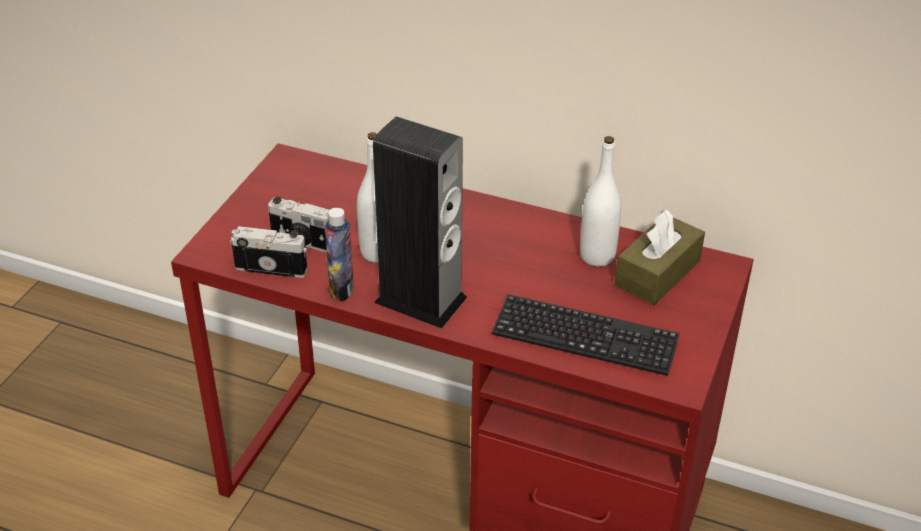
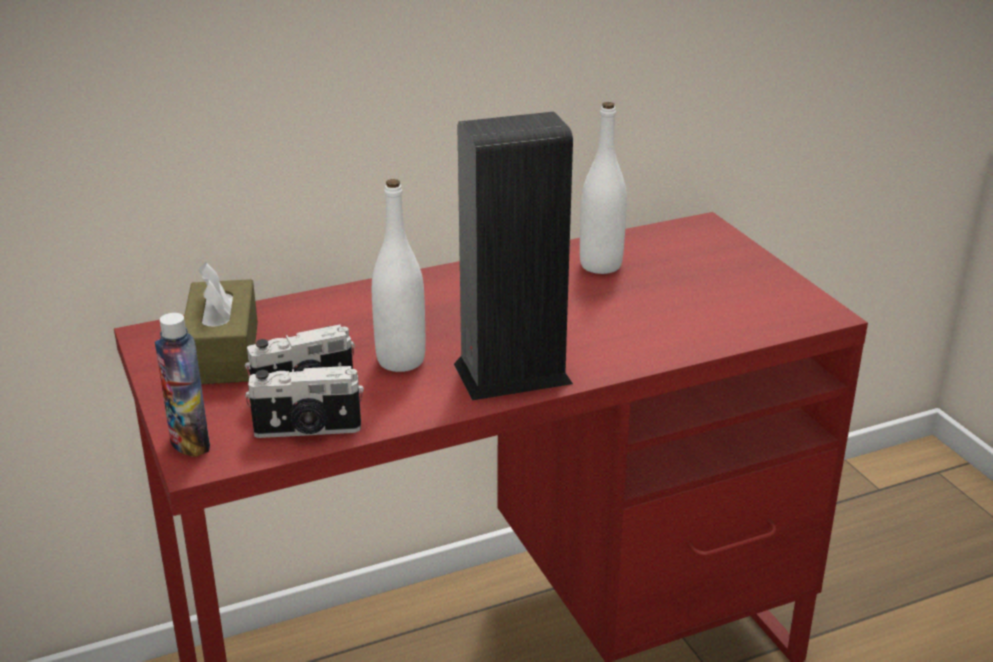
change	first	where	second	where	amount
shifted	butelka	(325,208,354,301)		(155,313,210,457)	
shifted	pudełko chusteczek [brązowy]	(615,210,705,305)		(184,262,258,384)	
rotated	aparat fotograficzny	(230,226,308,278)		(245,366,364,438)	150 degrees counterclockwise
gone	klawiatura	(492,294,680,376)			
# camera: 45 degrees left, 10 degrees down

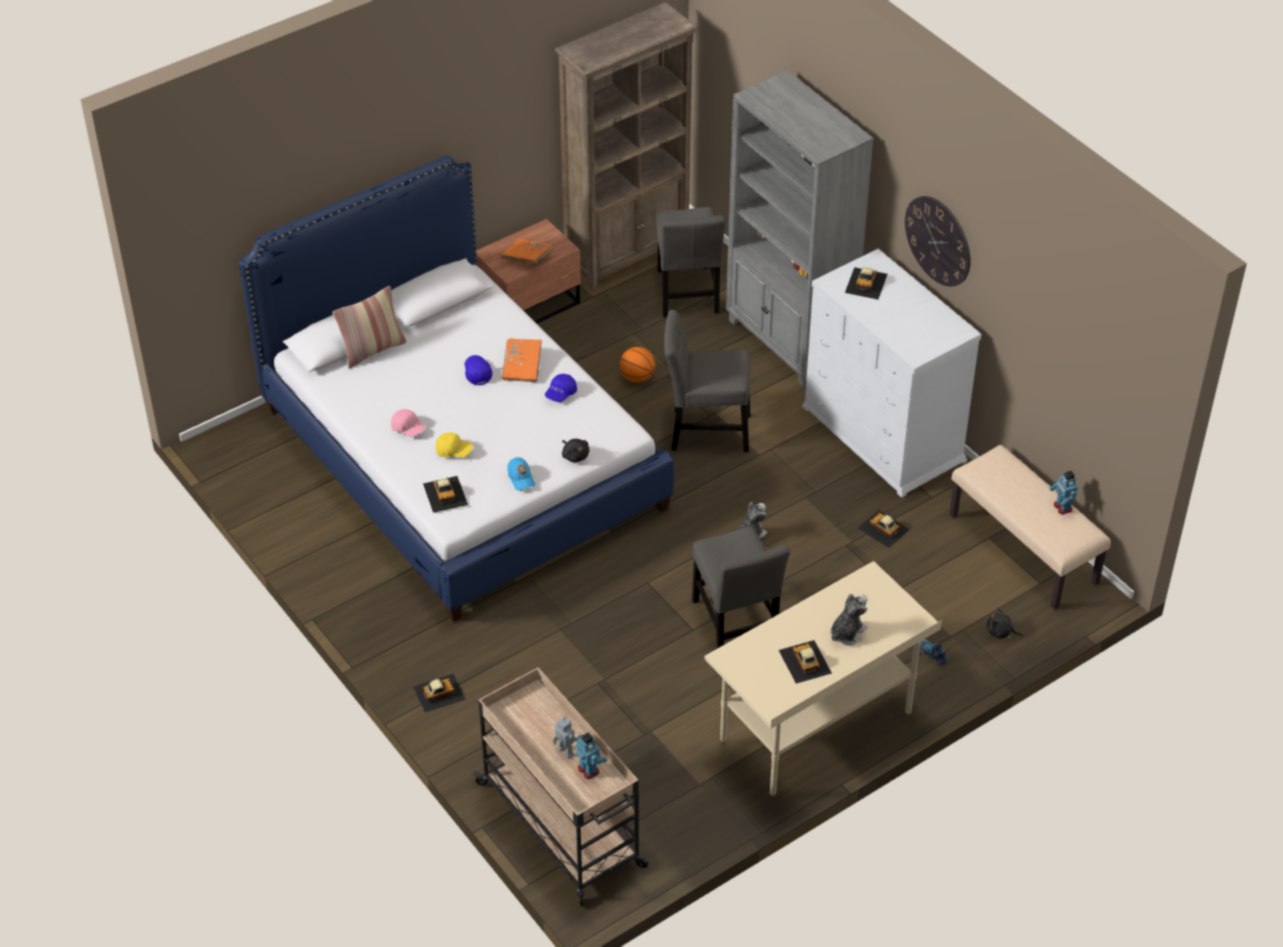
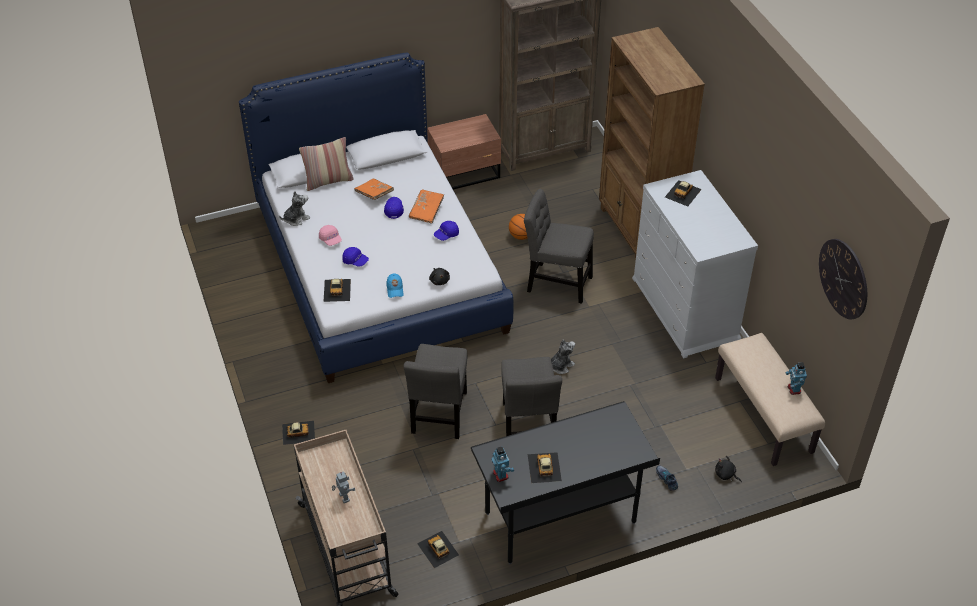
change	first	where	second	where	amount
repainted	regał [szary]	(726,70,874,389)	regał [brązowy]	(599,27,705,260)	
shifted	zegar ścienny	(905,196,970,287)		(819,239,867,319)	
shifted	krzesło [szary]	(656,207,725,317)		(404,344,467,439)	
shifted	książka [pomarańczowy]	(500,239,554,265)		(354,179,394,200)	
repainted	czapka z daszkiem [żółty]	(436,433,473,457)	czapka z daszkiem [niebieski]	(342,247,369,267)	
shifted	samochodzik	(858,510,910,548)		(417,531,459,568)	
repainted	biurko [beżowy]	(704,561,942,797)	biurko [czarny]	(471,401,660,564)	
shifted	pluszak	(830,594,868,645)		(279,191,310,226)	
shifted	robot zabawkowy	(576,733,607,779)		(491,446,514,482)	
# camera: 15 degrees right, 0 degrees up

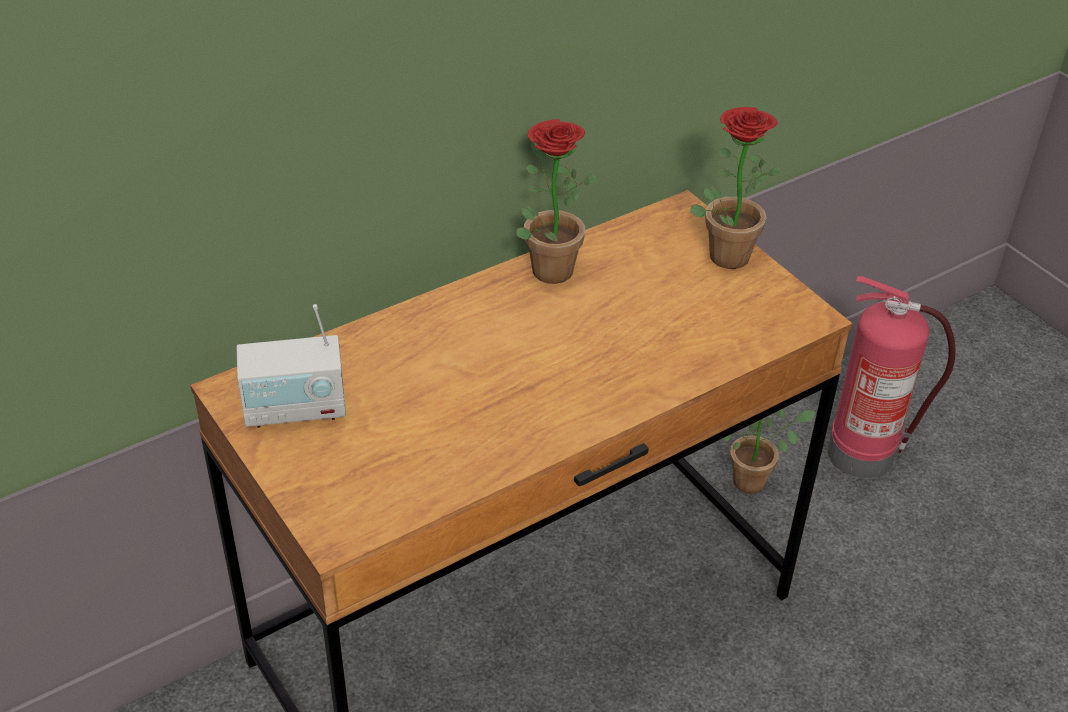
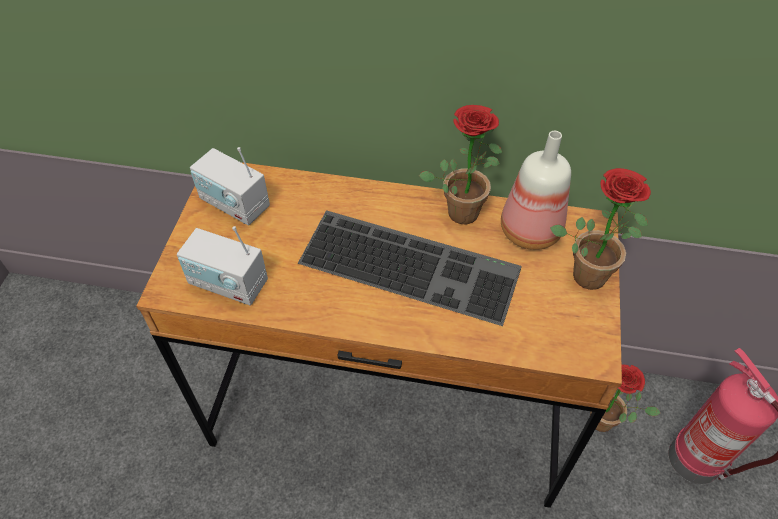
change	first	where	second	where	amount
new			butelka	(501,131,571,250)	
new			klawiatura	(298,210,522,326)	
new			radio	(177,226,268,305)	
# camera: 45 degrees right, 10 degrees up

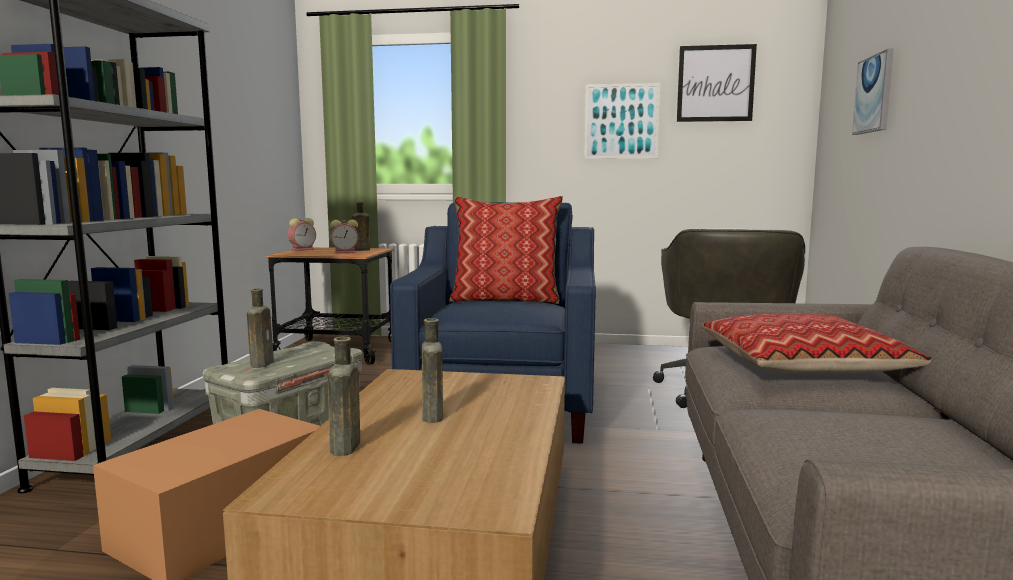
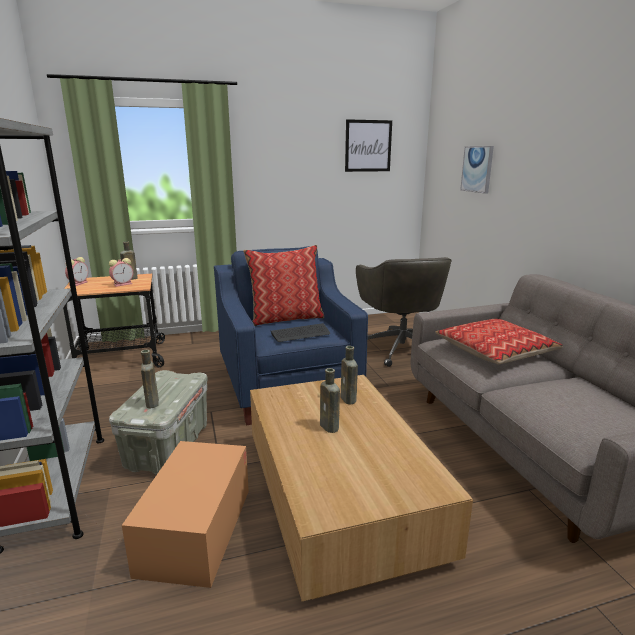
change	first	where	second	where	amount
gone	obraz	(584,83,661,159)			
shifted	butelka [brązowy]	(328,337,360,456)		(341,346,358,404)	
new			klawiatura	(271,323,330,342)	
# camera: 25 degrees left, 10 degrees up

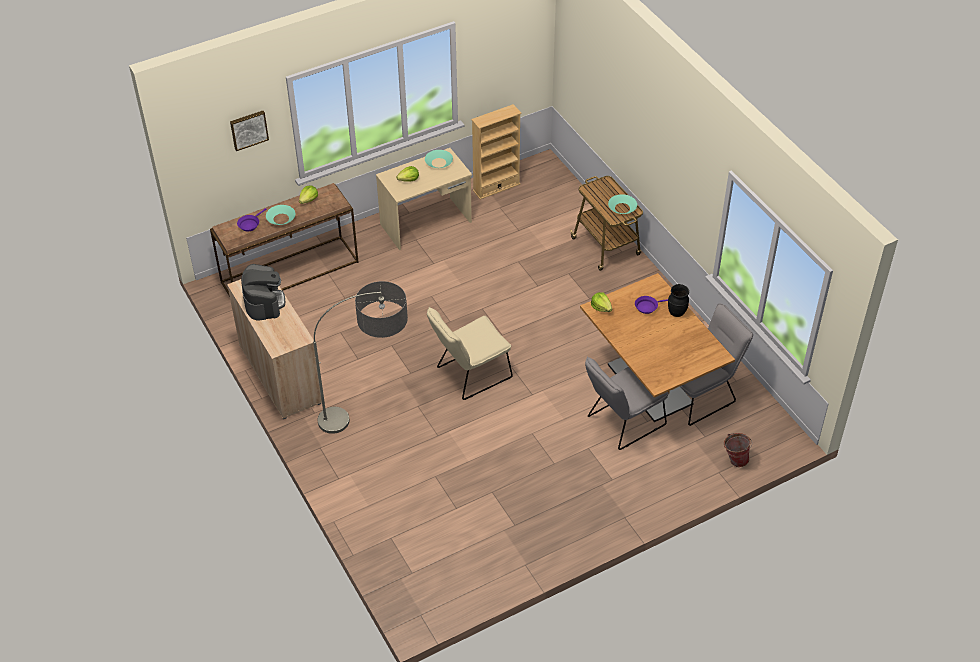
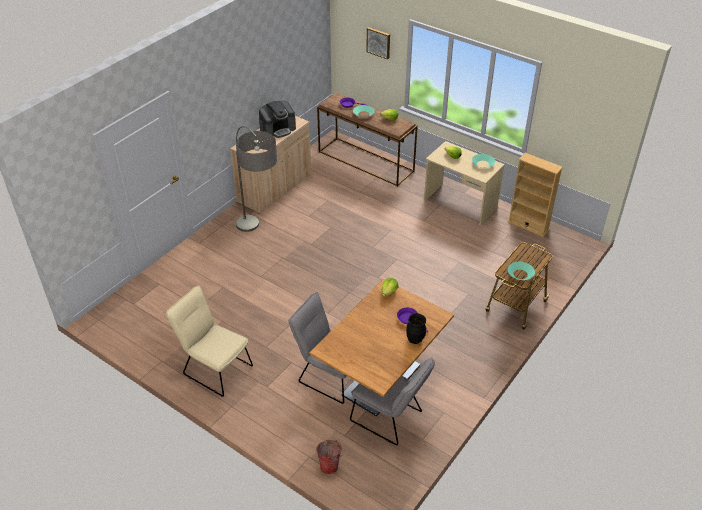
change	first	where	second	where	amount
shifted	krzesło [beżowy]	(427,307,513,400)		(166,286,253,397)	
# camera: 65 degrees right, 5 degrees down

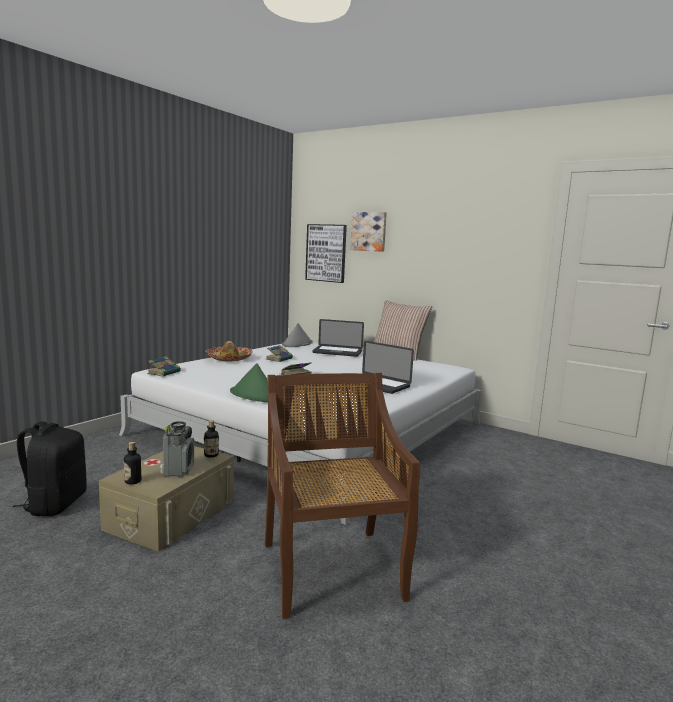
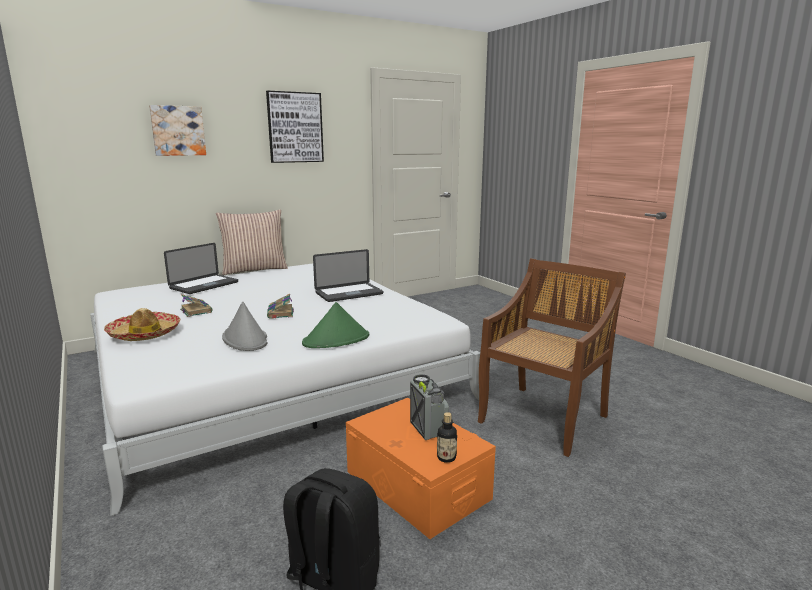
change	first	where	second	where	amount
shifted	obraz	(305,224,347,283)		(266,91,324,163)	
shifted	kapelusz [szary]	(282,323,313,347)		(222,302,268,351)	
gone	książka	(147,356,181,377)			
rotated	krzesło [brązowy]	(265,373,420,619)		(478,258,626,457)	120 degrees clockwise
gone	butelka	(204,420,219,458)			
rotated	radio	(163,421,194,477)		(410,374,449,440)	45 degrees clockwise
repainted	pojemnik do przechowywania [beżowy]	(99,446,234,552)	pojemnik do przechowywania [pomarańczowy]	(346,398,496,539)	
# camera: 65 degrees left, 5 degrees up

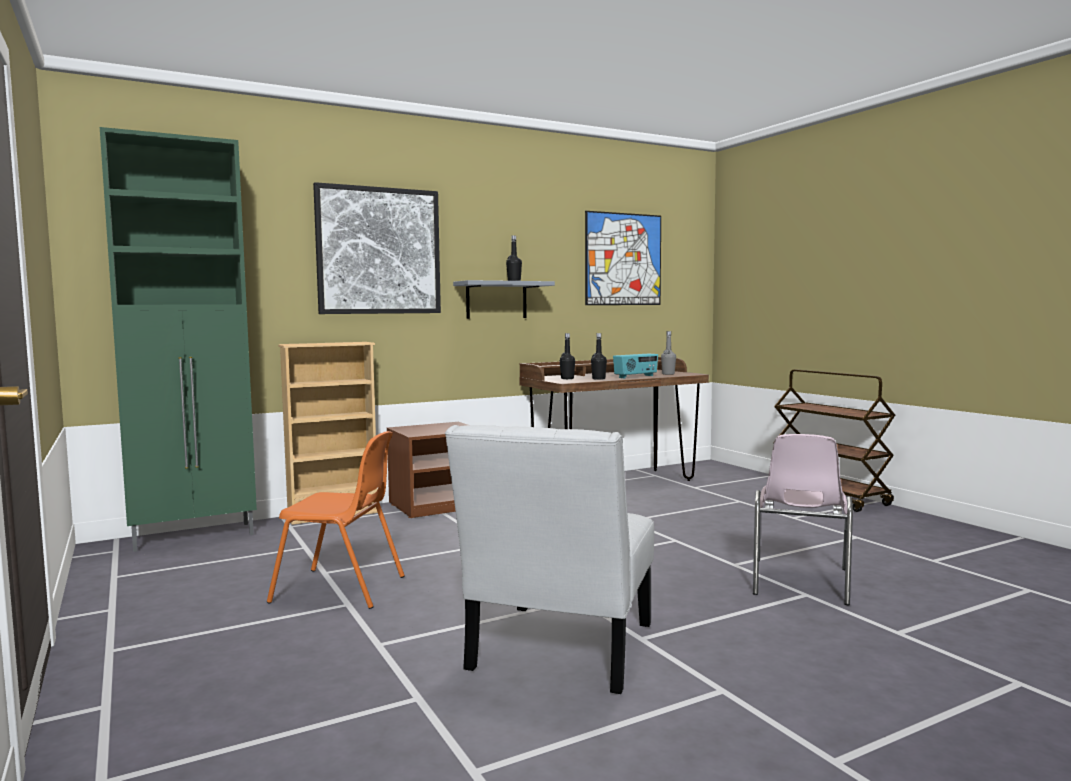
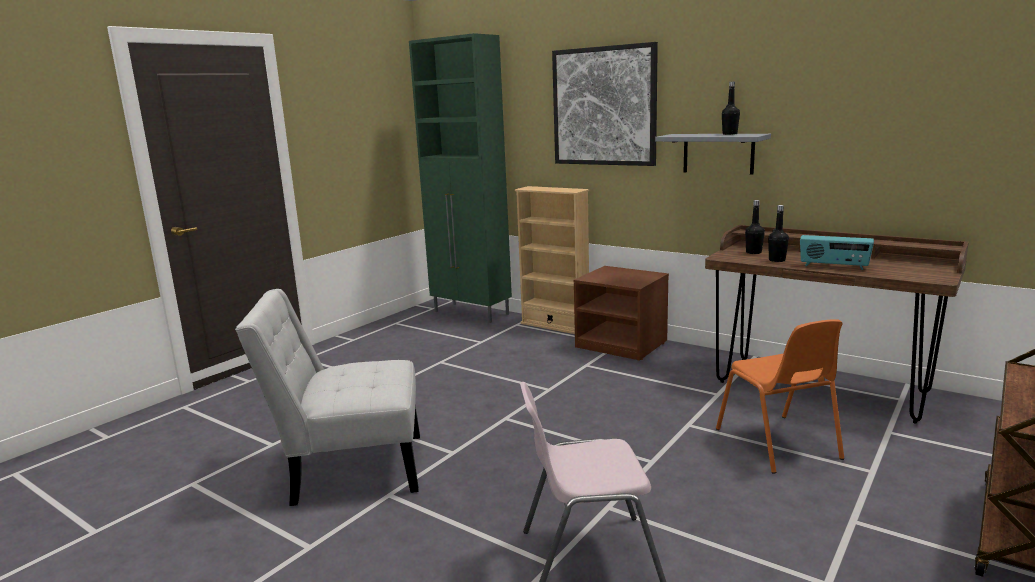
change	first	where	second	where	amount
gone	obraz	(585,211,661,305)			
gone	butelka [szary]	(661,331,676,375)			
shifted	krzesło [pomarańczowy]	(267,431,405,609)		(716,319,844,474)	
# camera: 65 degrees right, 10 degrees up

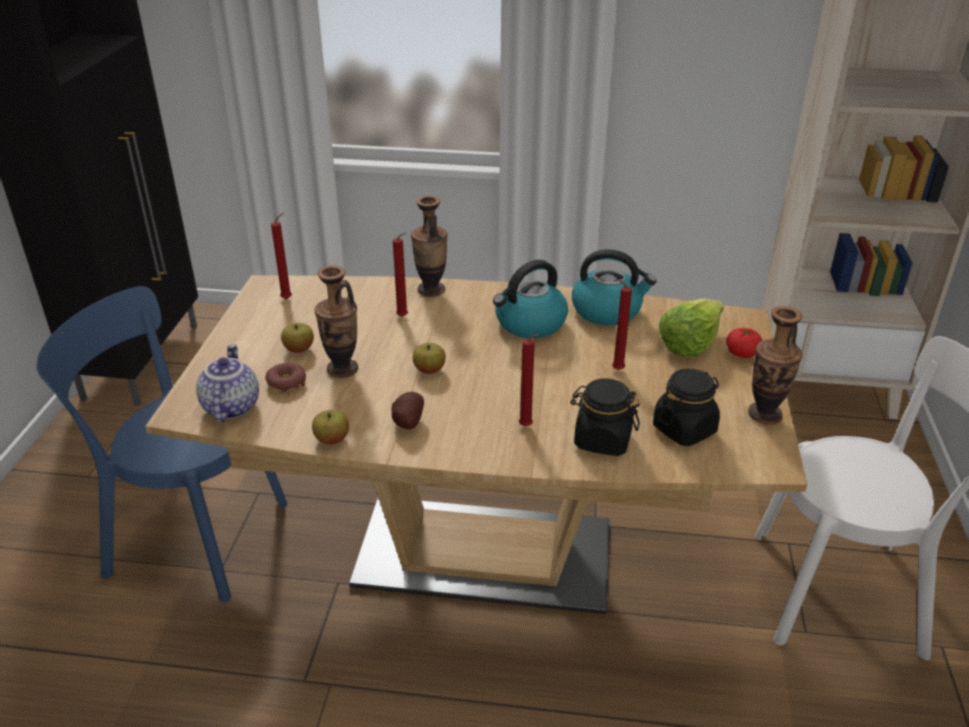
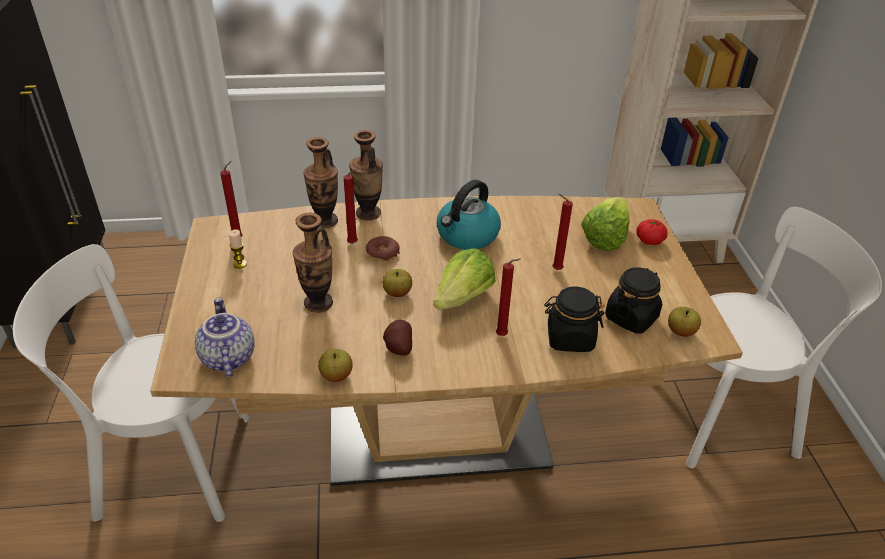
change	first	where	second	where	amount
gone	czajnik	(572,249,657,326)			
repainted	krzesło [niebieski]	(37,286,287,602)	krzesło [biały]	(13,244,249,522)	
shifted	wazon	(748,306,802,424)		(304,137,338,228)	
shifted	jabłko	(281,323,314,353)		(668,307,701,337)	
shifted	donut	(265,363,306,392)		(366,236,400,261)	
new			świeca	(229,229,247,269)	
new			sałata	(433,249,496,310)	
# camera: 15 degrees left, 5 degrees up

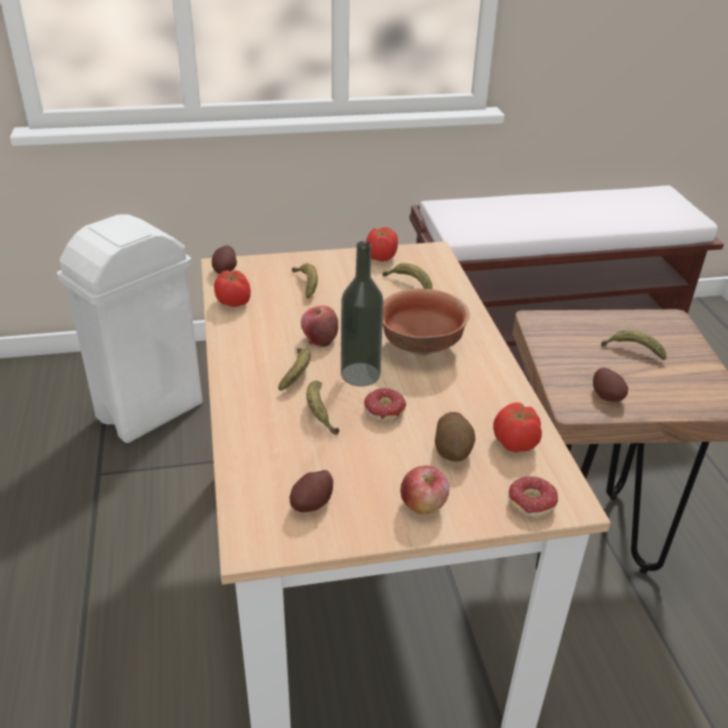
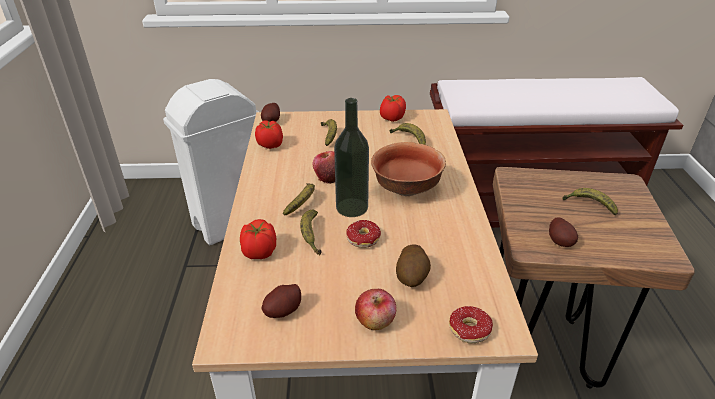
change	first	where	second	where	amount
shifted	pomidor	(493,402,542,452)		(240,219,276,259)	
# camera: 10 degrees right, 0 degrees up

